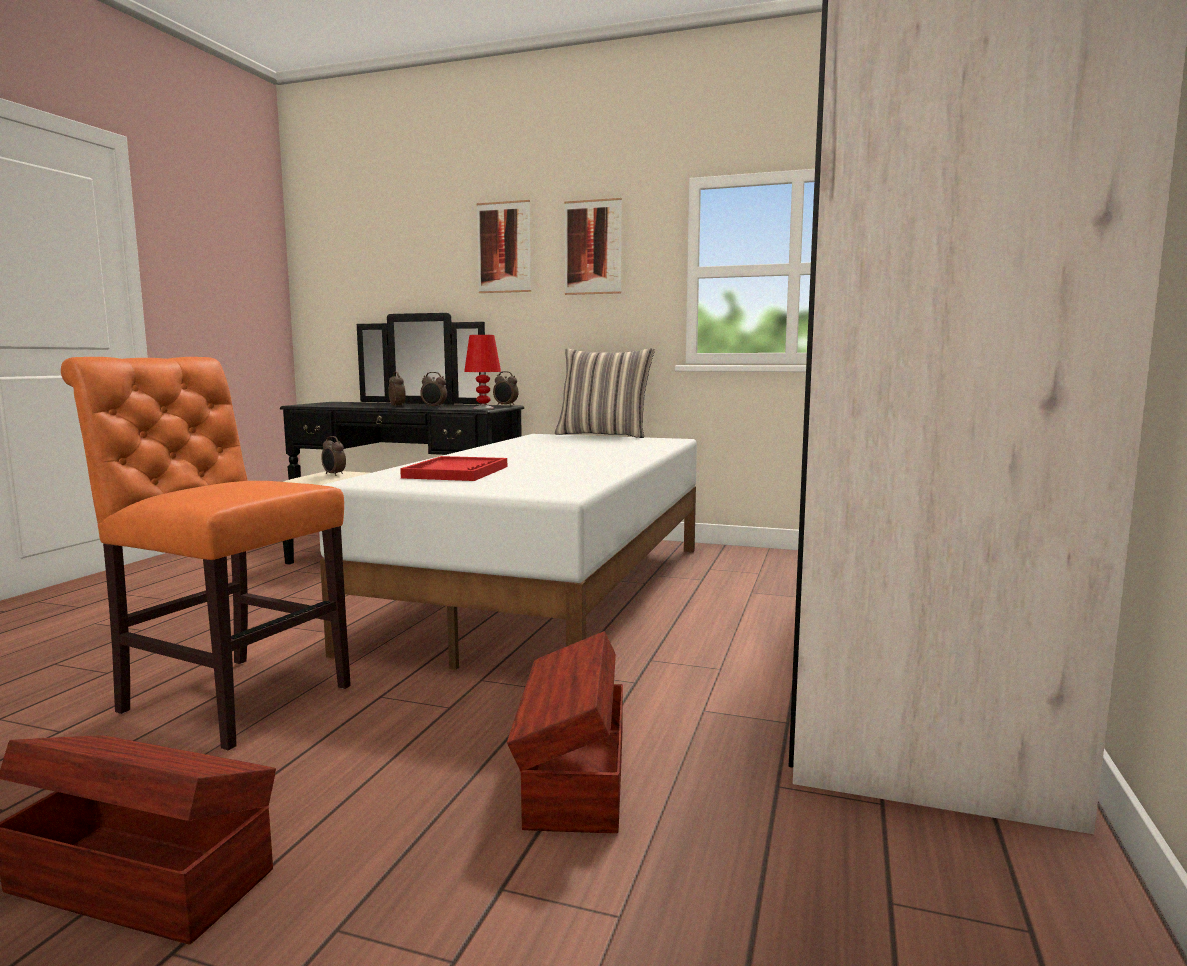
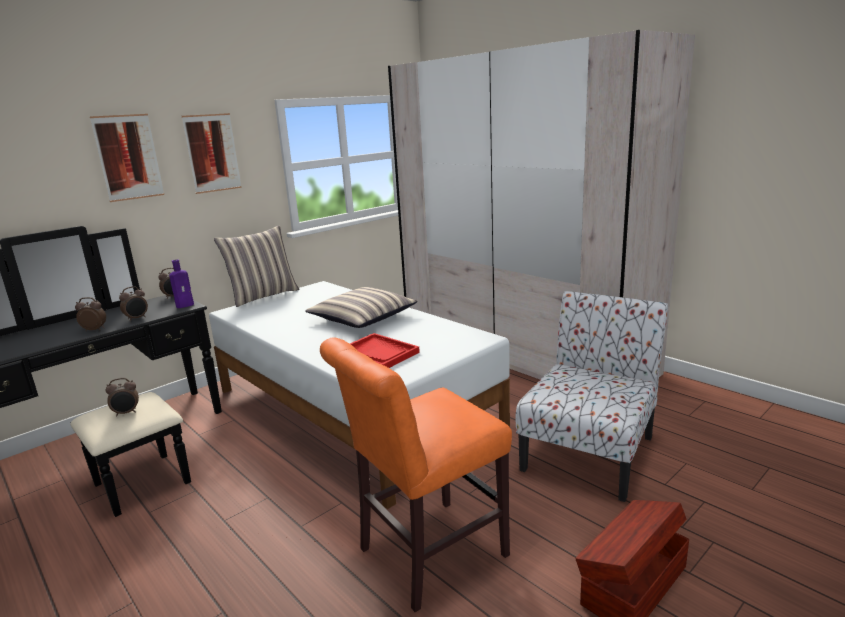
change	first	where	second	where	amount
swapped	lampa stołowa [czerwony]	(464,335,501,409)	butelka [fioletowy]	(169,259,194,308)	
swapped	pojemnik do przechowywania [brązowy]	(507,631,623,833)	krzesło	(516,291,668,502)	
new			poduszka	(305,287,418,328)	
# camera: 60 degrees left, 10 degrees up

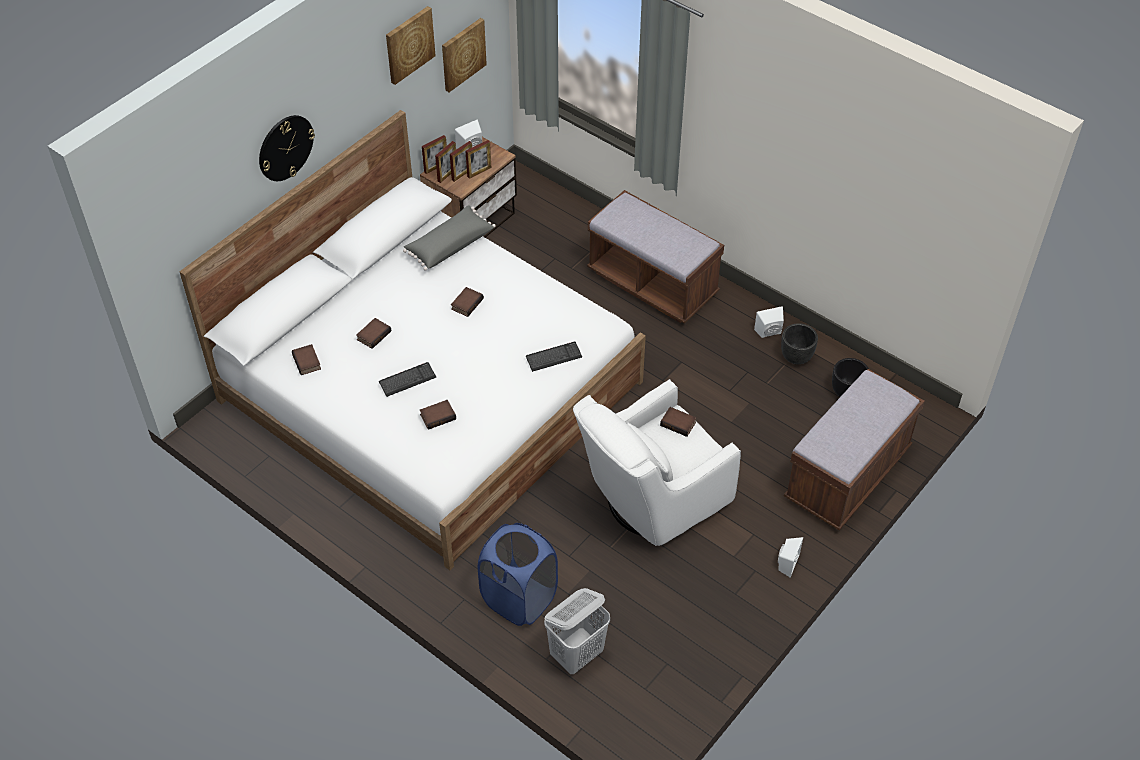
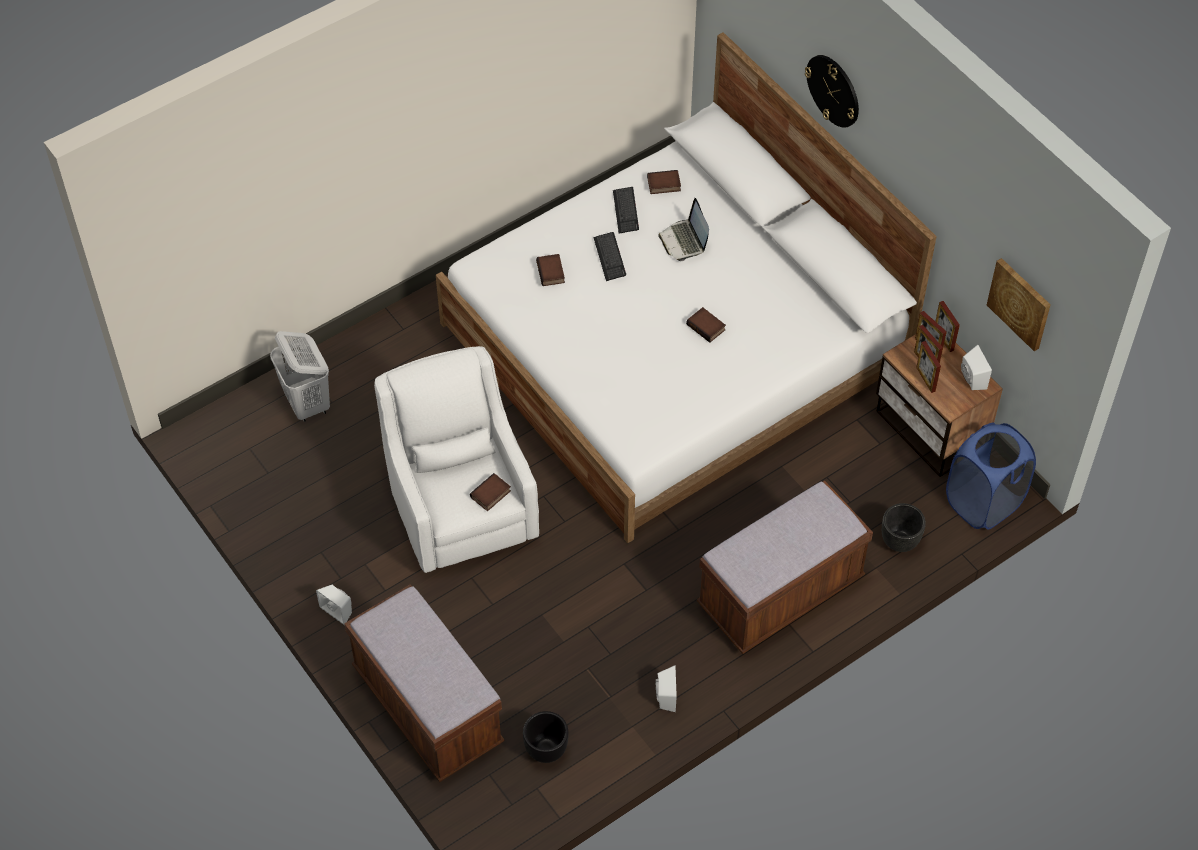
change	first	where	second	where	amount
gone	obraz	(386,6,436,85)			
gone	poduszka [szary]	(403,205,496,271)			
swapped	książka	(356,318,391,349)	laptop	(658,198,709,261)	
shifted	donica [czarny]	(781,323,818,365)		(882,503,926,552)	
shifted	klawiatura	(526,342,582,372)		(613,187,639,234)	
shifted	kosz na pranie [niebieski]	(478,523,558,626)		(946,423,1036,530)	
# camera: 105 degrees right, 5 degrees up

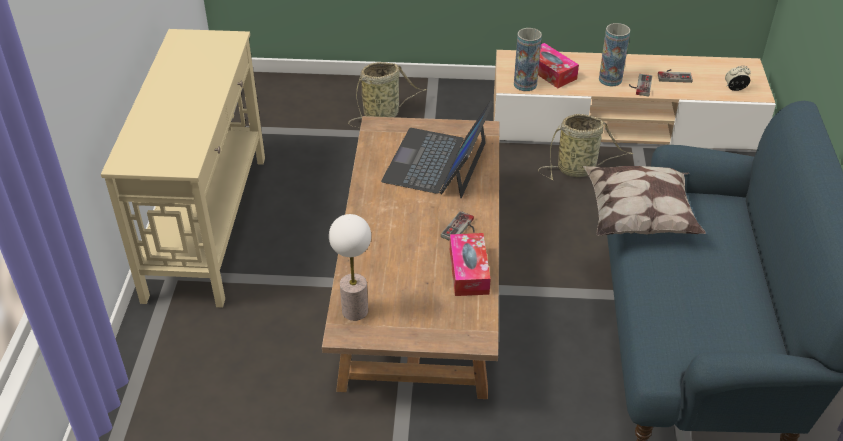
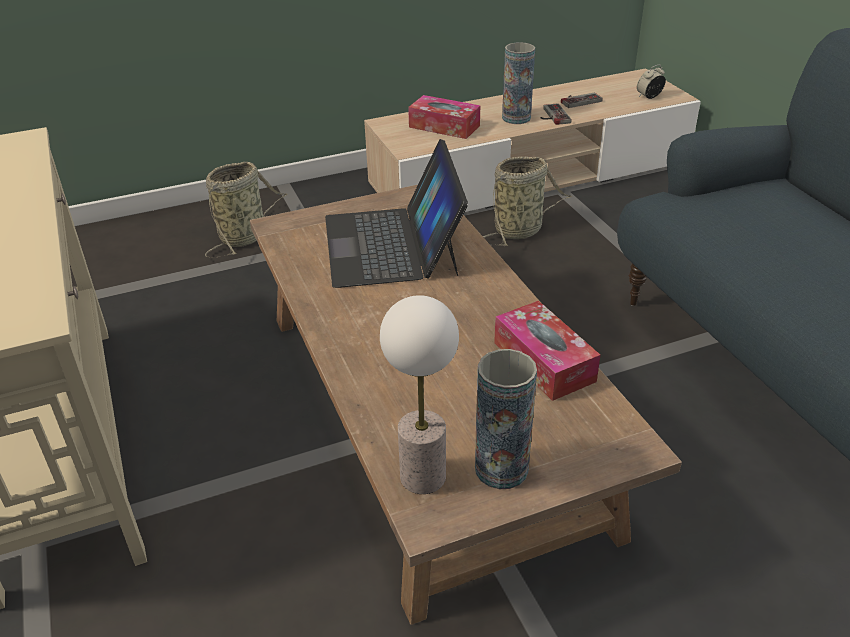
change	first	where	second	where	amount
shifted	wazon	(514,28,542,91)		(475,349,537,489)	
gone	poduszka	(583,166,706,236)			
gone	pad do gier	(441,211,475,241)			
# camera: 25 degrees left, 5 degrees down

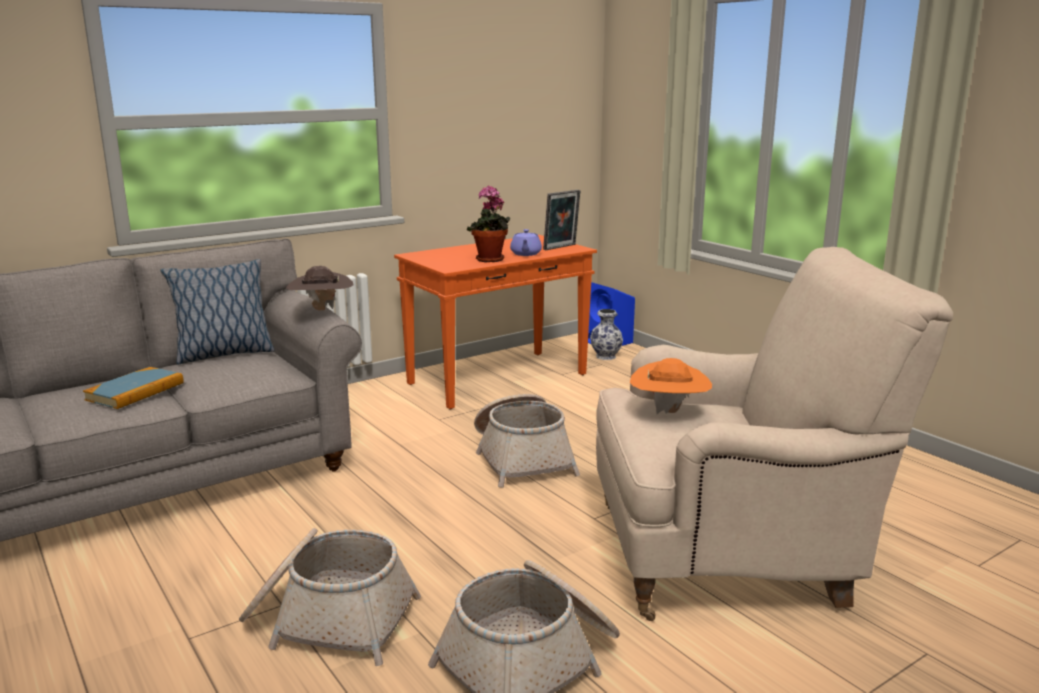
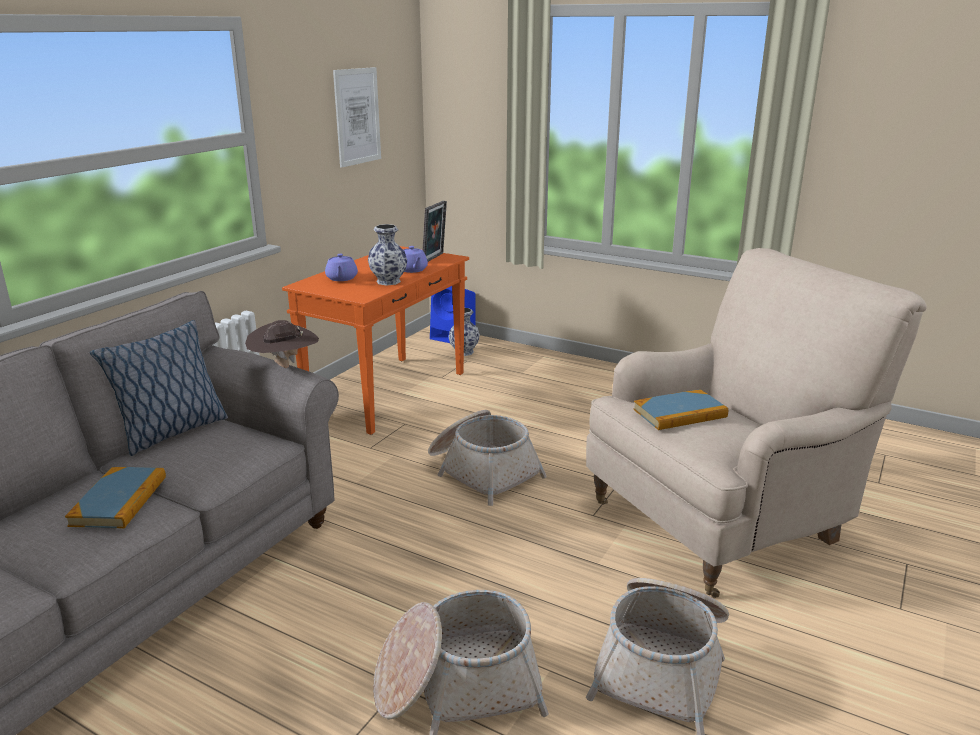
change	first	where	second	where	amount
swapped	roślina doniczkowa	(467,185,510,263)	wazon	(368,224,407,286)	
swapped	kapelusz [pomarańczowy]	(630,358,712,414)	książka	(633,389,728,430)	
new			obraz	(333,67,381,168)	
new			imbryk [fioletowy]	(325,254,358,281)	
# camera: 25 degrees left, 5 degrees up

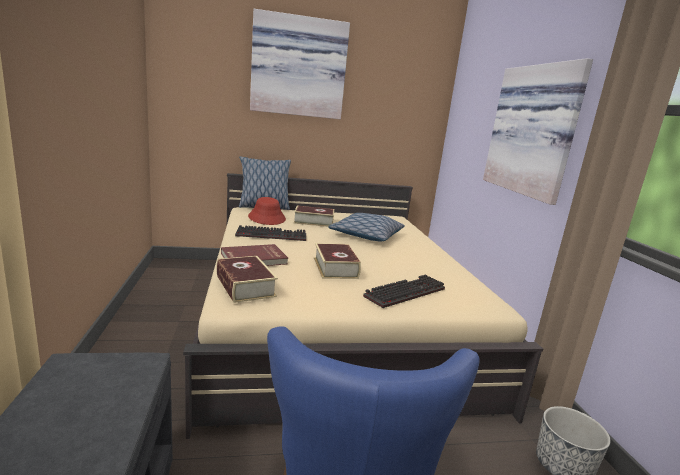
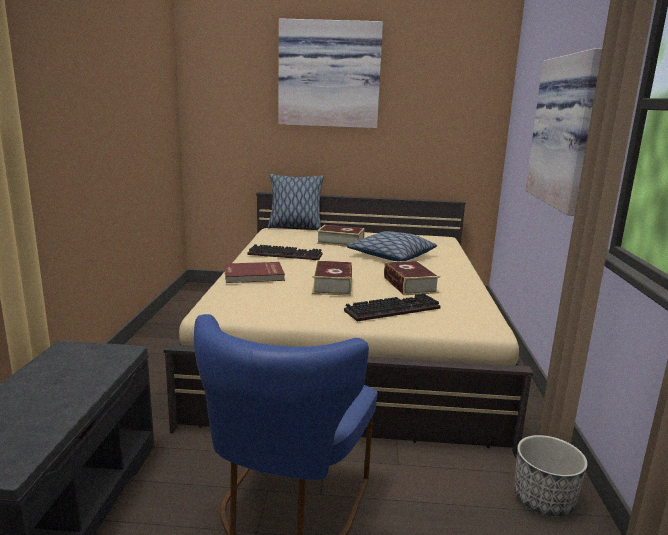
change	first	where	second	where	amount
gone	kapelusz [czerwony]	(248,197,286,225)			
shifted	książka	(216,256,278,303)		(384,261,440,295)	
# camera: 15 degrees right, 0 degrees up

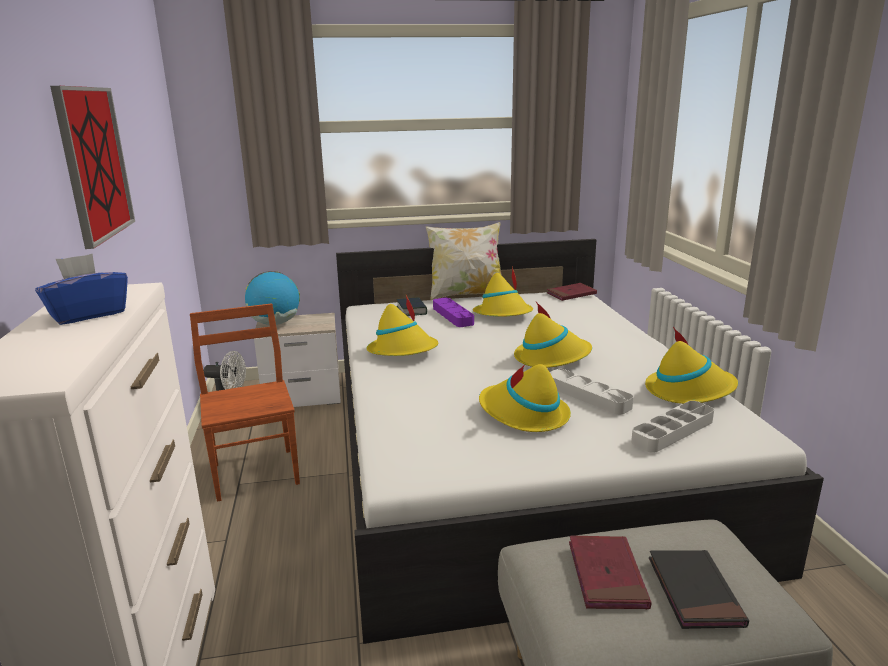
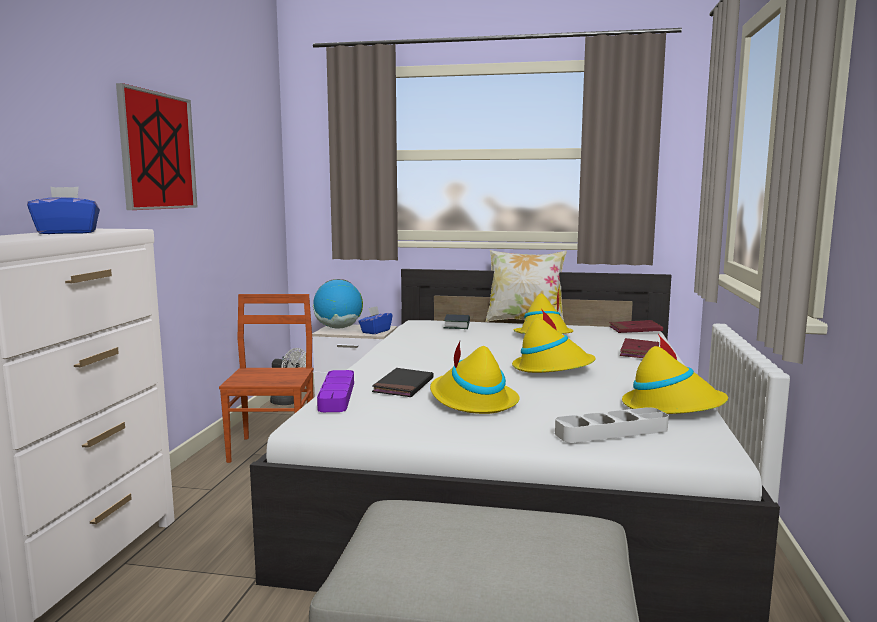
change	first	where	second	where	amount
gone	kapelusz [żółty]	(367,295,438,356)			
shifted	taca [fioletowy]	(433,298,474,327)		(317,370,354,412)	
gone	taca [szary]	(550,369,634,415)			
shifted	książka [czerwony]	(569,536,652,609)		(620,338,659,358)	
shifted	książka [czarny]	(649,550,749,629)		(372,368,433,397)	
new			pudełko chusteczek [niebieski]	(358,306,393,334)	
# camera: 20 degrees right, 10 degrees down

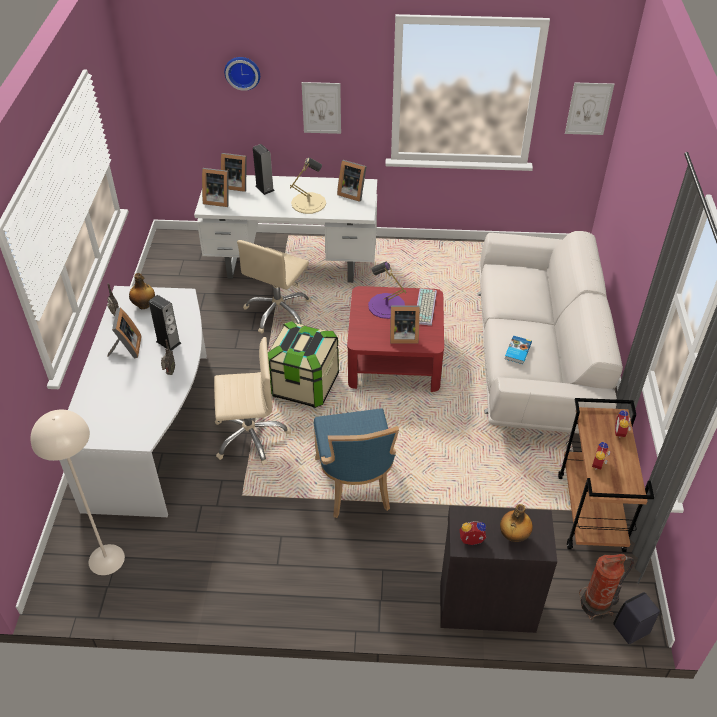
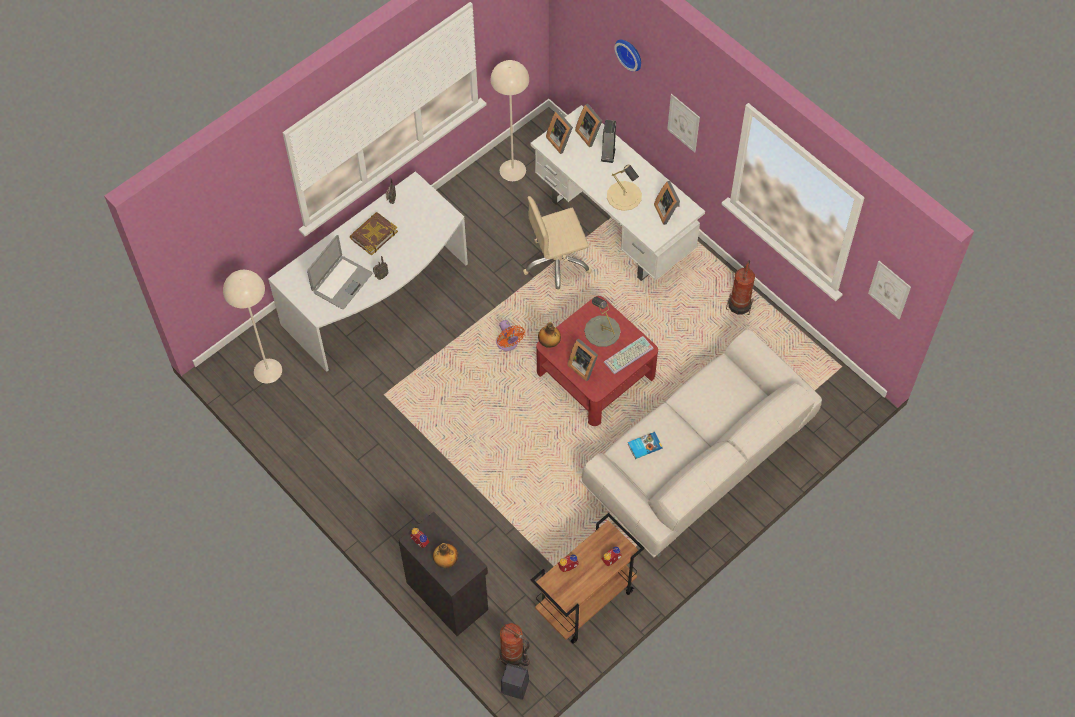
change	first	where	second	where	amount
repainted	lampa stołowa [fioletowy]	(368,262,406,319)	lampa stołowa [szary]	(584,297,621,347)	
shifted	butelka	(129,273,155,309)		(538,322,561,348)	
gone	głośnik	(149,295,181,351)			
swapped	ramka na zdjęcie	(107,308,142,359)	książka	(349,212,398,256)	
swapped	pojemnik do przechowywania	(268,321,339,408)	wentylator [pomarańczowy]	(496,320,525,351)	
gone	krzesło biurowe [beżowy]	(214,337,291,466)			
gone	krzesło [niebieski]	(314,408,399,518)			
new			lampa stojąca [beżowy]	(491,60,529,181)	
new			laptop	(307,235,372,309)	
new			gaśnica	(726,260,755,315)	
# camera: 45 degrees right, 15 degrees up

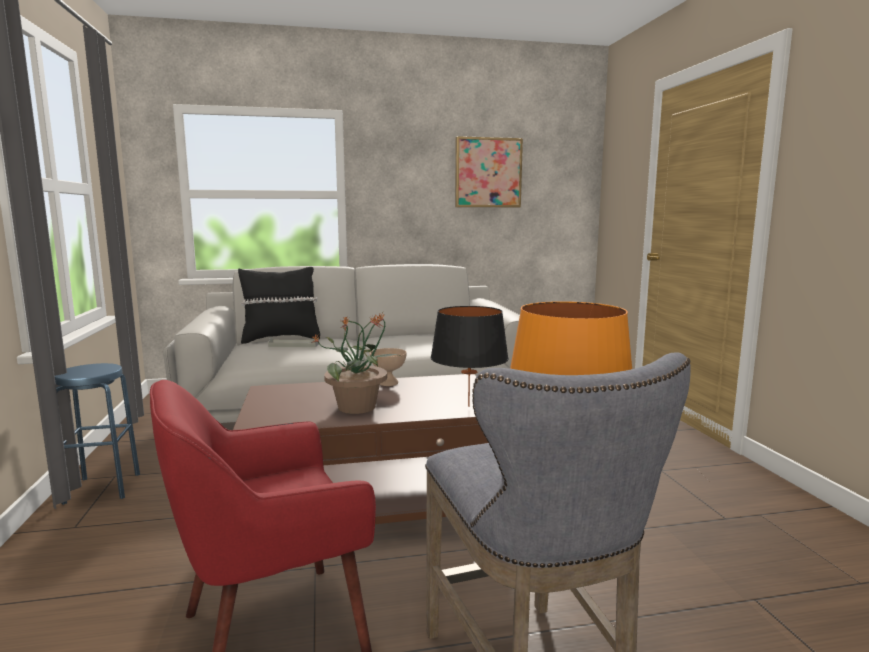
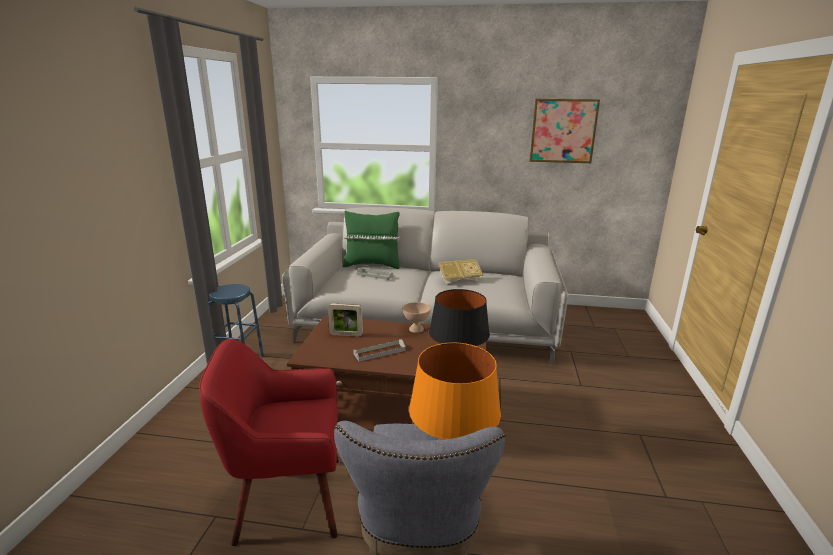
change	first	where	second	where	amount
repainted	poduszka [czarny]	(238,267,320,344)	poduszka [zielony]	(343,211,400,269)	
swapped	roślina doniczkowa	(311,313,402,414)	taca [szary]	(353,339,406,362)	
new			książka	(438,259,484,284)	
new			ramka na zdjęcie	(328,304,363,337)	
# camera: 20 degrees right, 10 degrees up

